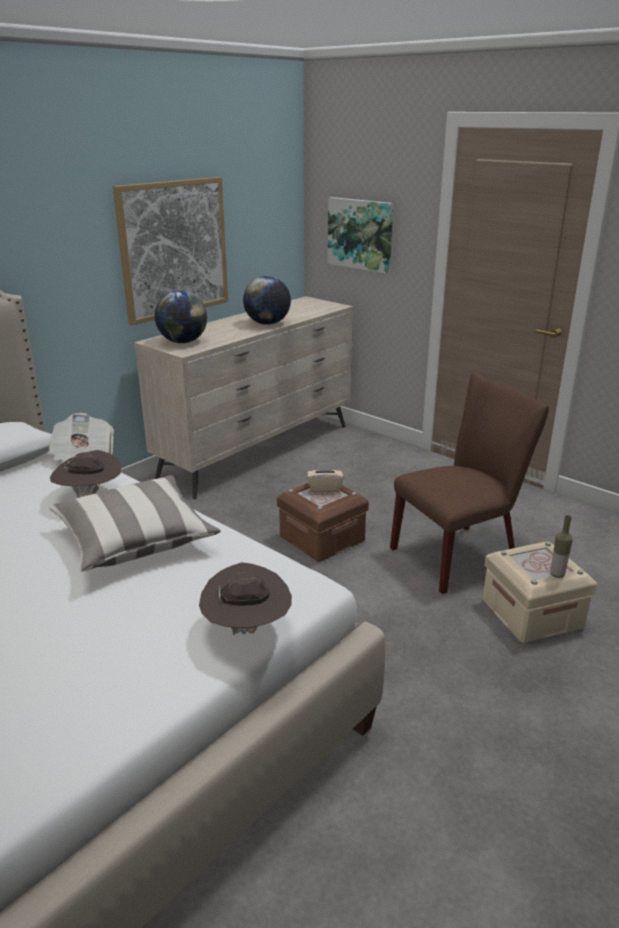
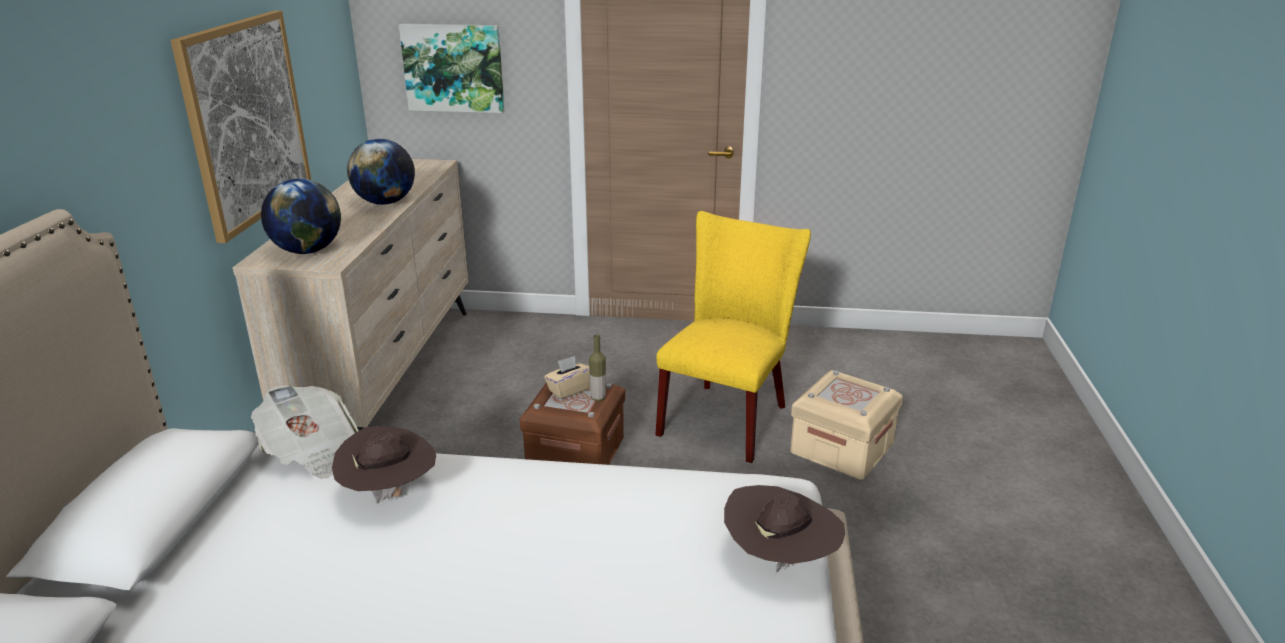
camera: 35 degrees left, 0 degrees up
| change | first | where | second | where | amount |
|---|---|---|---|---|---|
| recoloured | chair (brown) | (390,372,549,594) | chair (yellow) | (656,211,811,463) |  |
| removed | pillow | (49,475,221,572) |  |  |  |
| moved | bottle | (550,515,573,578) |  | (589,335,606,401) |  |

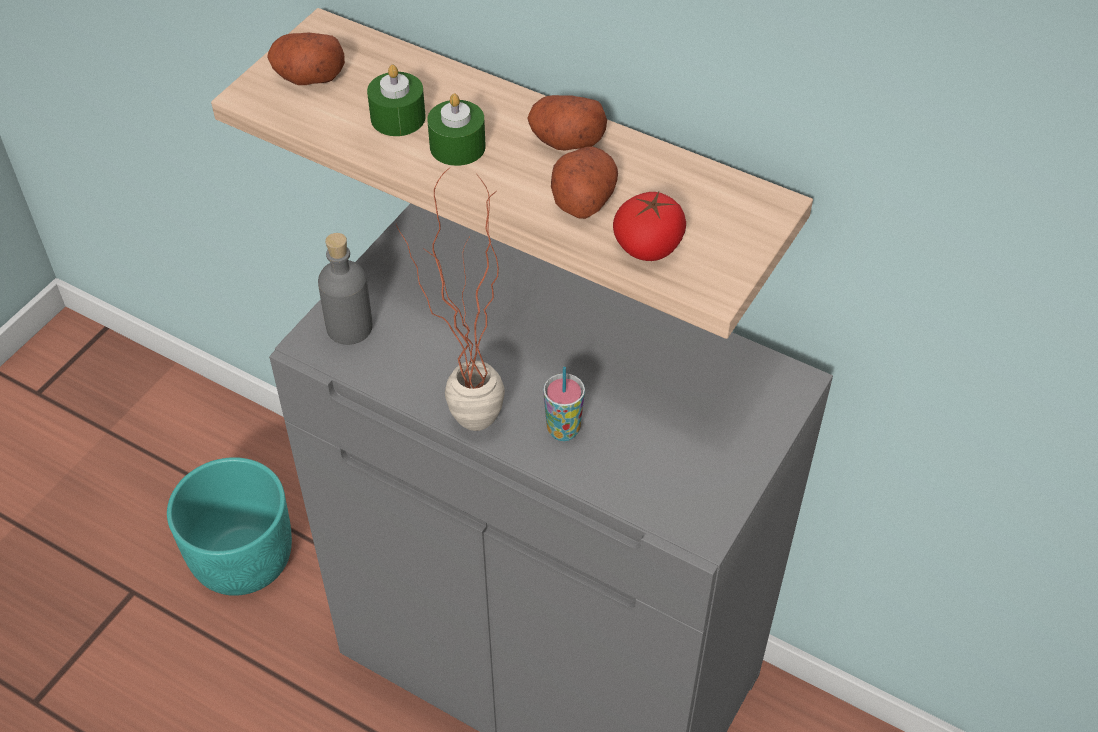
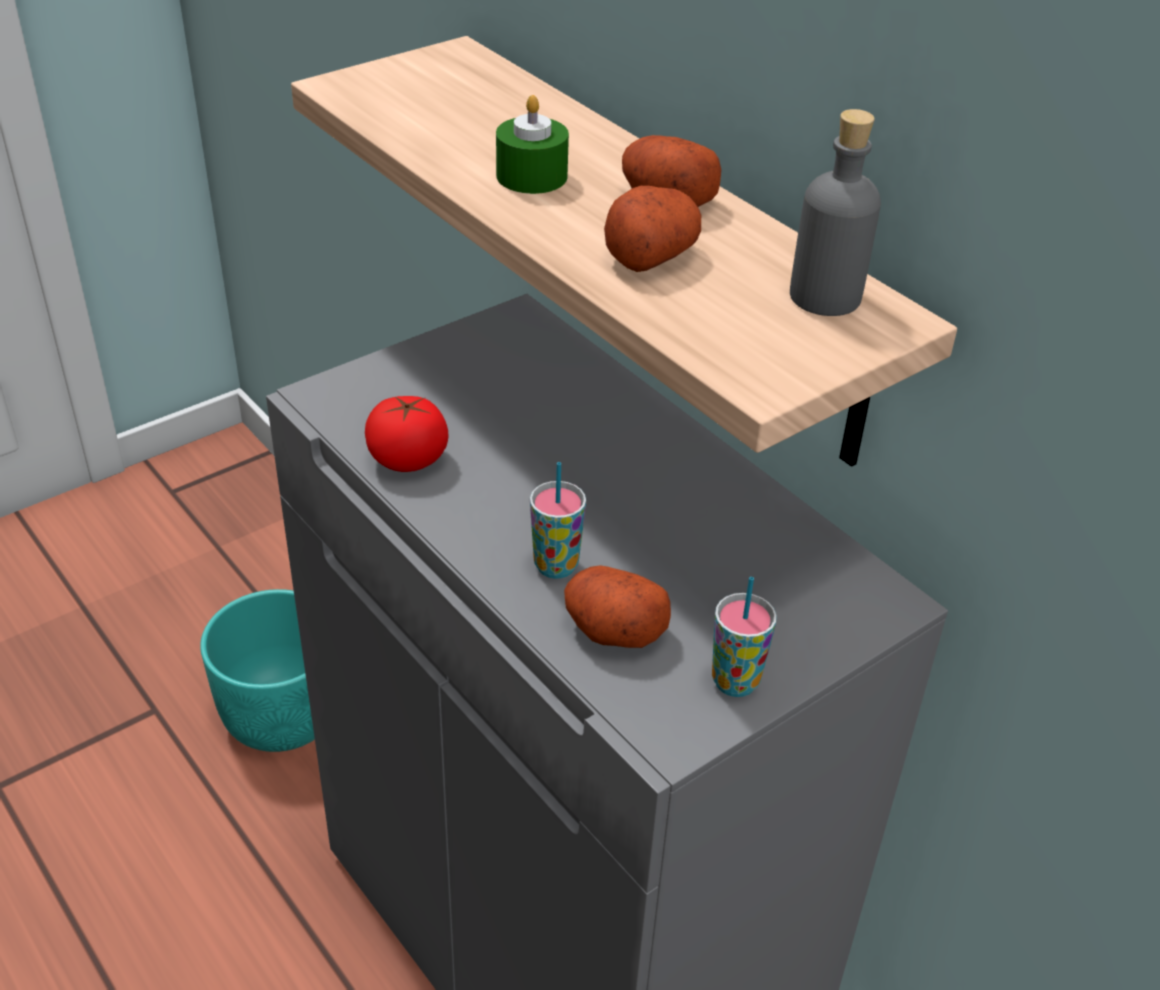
camera: 20 degrees right, 10 degrees down
| change | first | where | second | where | amount |
|---|---|---|---|---|---|
| moved | potato | (267,33,345,85) |  | (564,566,671,648) |  |
| removed | candle (green) | (367,65,426,136) |  |  |  |
| removed | potted plant | (396,167,505,431) |  |  |  |
| moved | tomato | (613,192,686,261) |  | (365,396,449,472) |  |
| moved | bottle (grey) | (318,233,373,345) |  | (790,109,881,316) |  |
| added |  |  | cup | (712,577,777,697) |  |

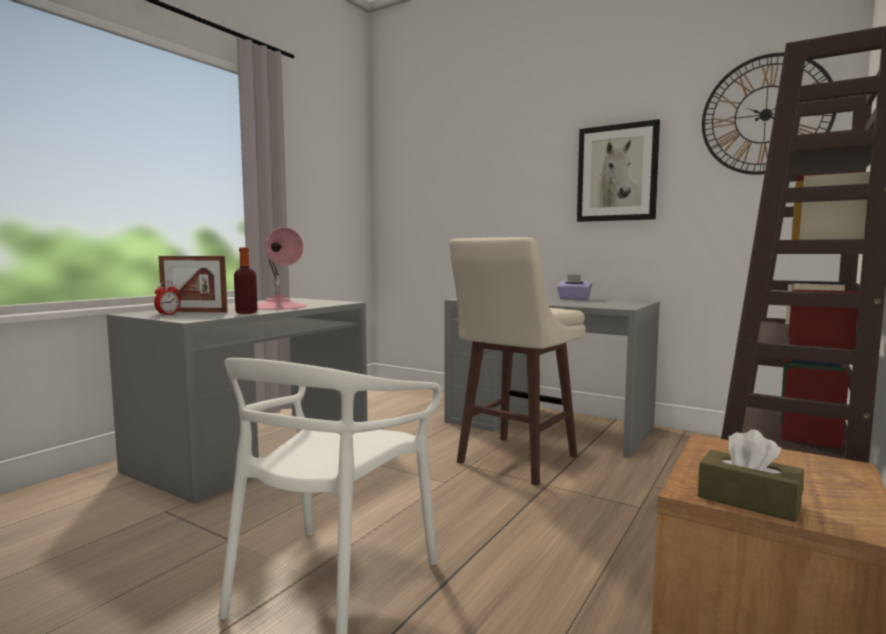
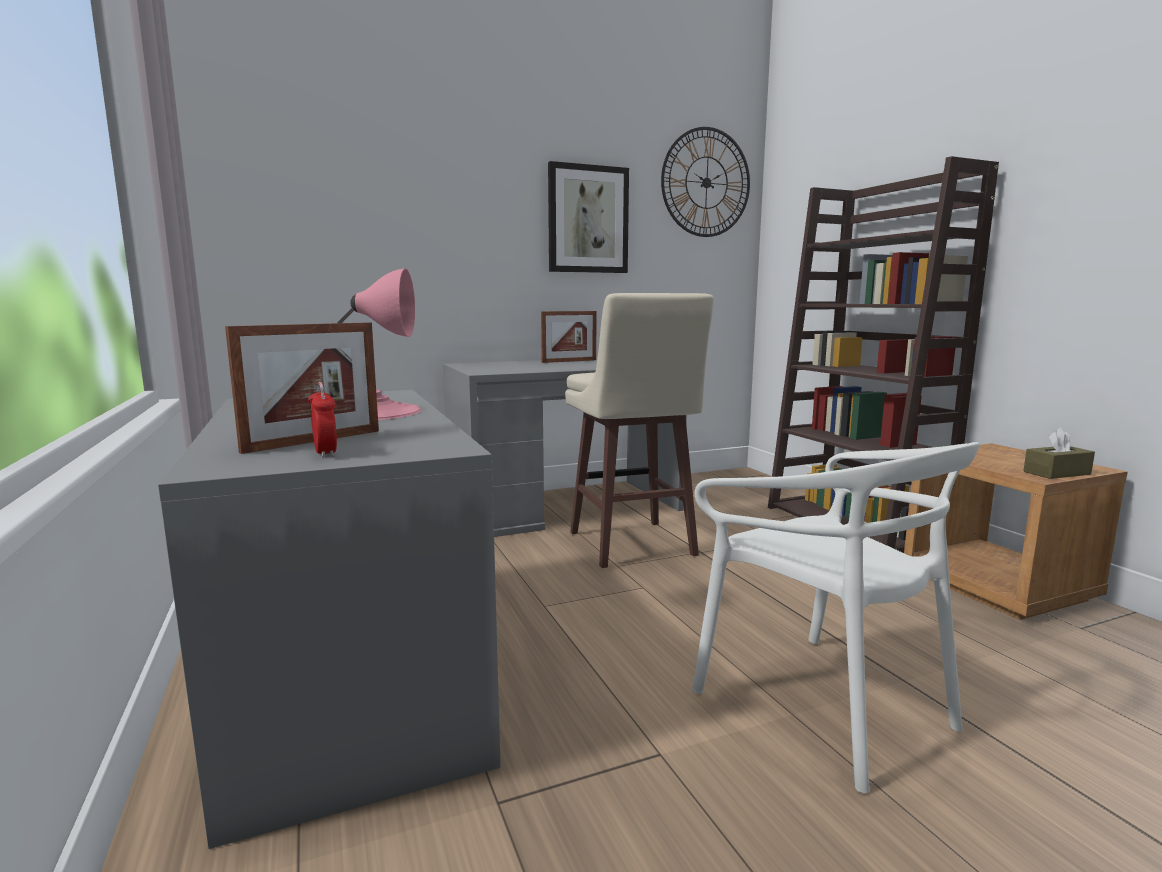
camera: 55 degrees left, 5 degrees up
| change | first | where | second | where | amount |
|---|---|---|---|---|---|
| removed | bottle | (234,247,258,314) |  |  |  |
| replaced | tissue box (purple) | (557,274,593,300) | picture frame | (541,311,596,363) |  |

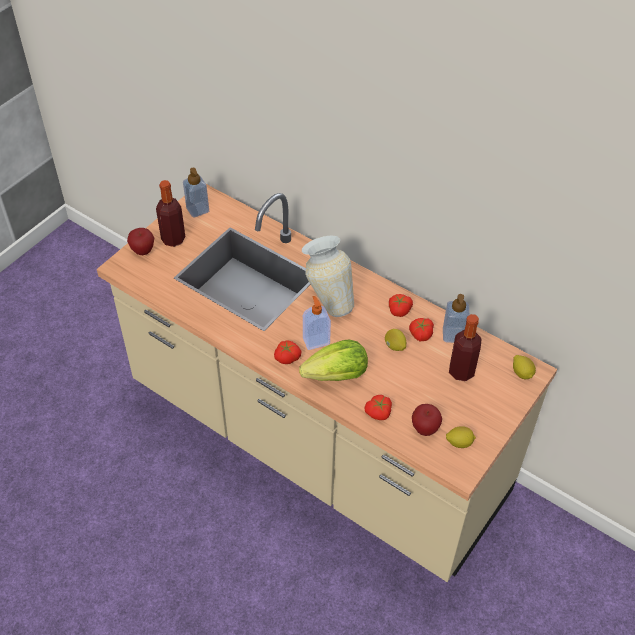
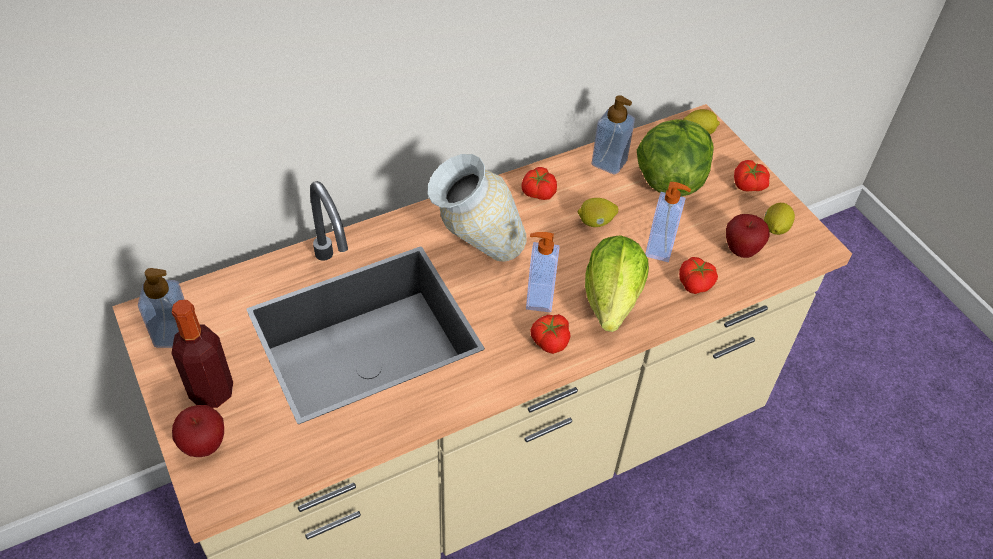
camera: 65 degrees left, 0 degrees up
| change | first | where | second | where | amount |
|---|---|---|---|---|---|
| replaced | bottle | (449,314,482,381) | lettuce | (637,119,714,197) |  |
| moved | tomato | (409,318,434,341) |  | (734,160,770,191) |  |
| added |  |  | soap dispenser | (645,182,691,262) |  |

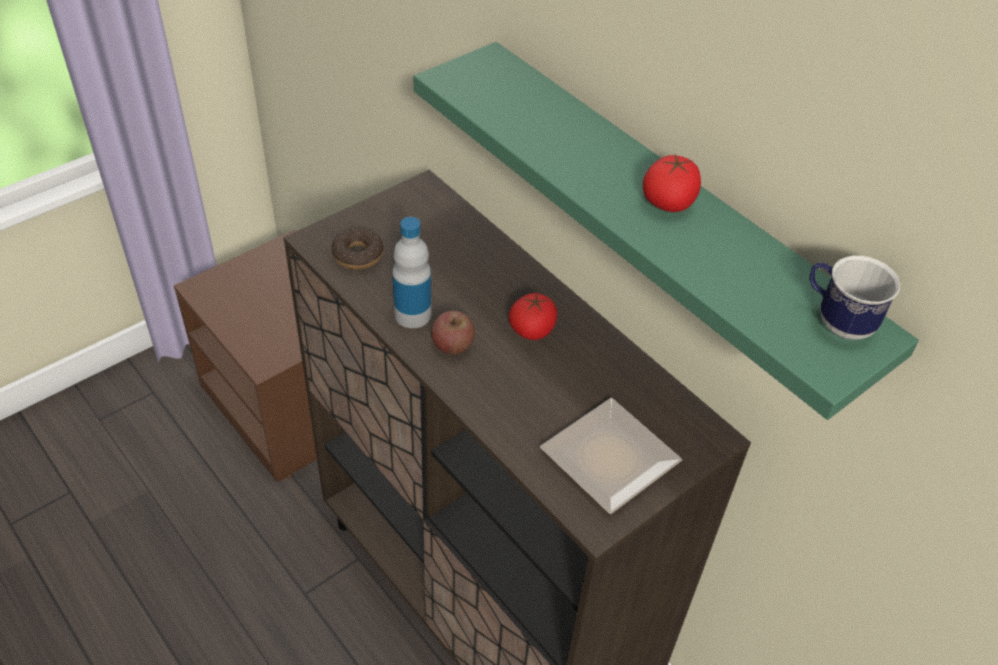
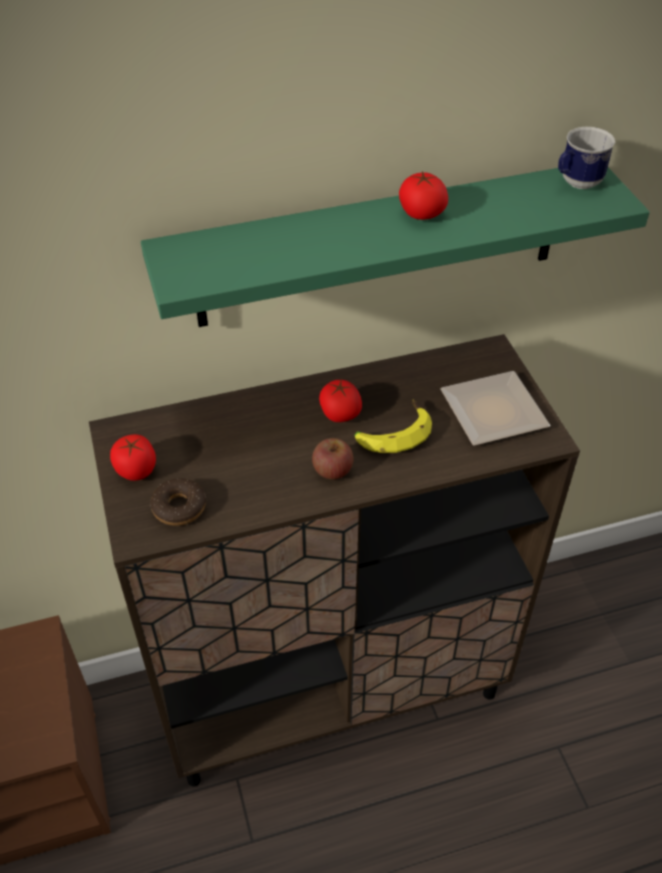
camera: 65 degrees left, 0 degrees up
| change | first | where | second | where | amount |
|---|---|---|---|---|---|
| removed | bottle | (392,217,431,328) |  |  |  |
| added |  |  | banana | (354,400,432,453) |  |
| added |  |  | tomato | (110,434,156,481) |  |

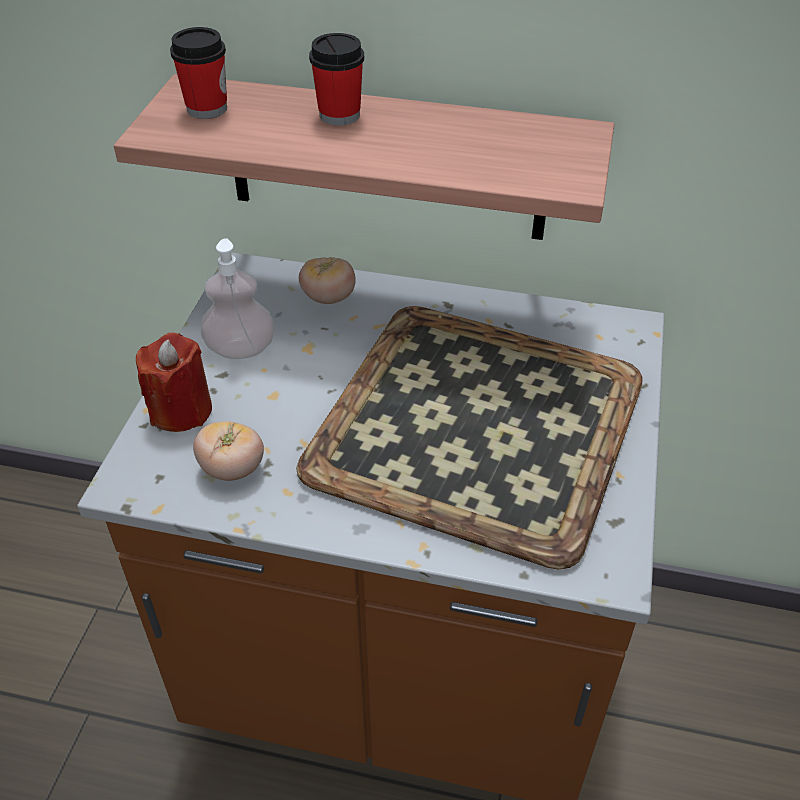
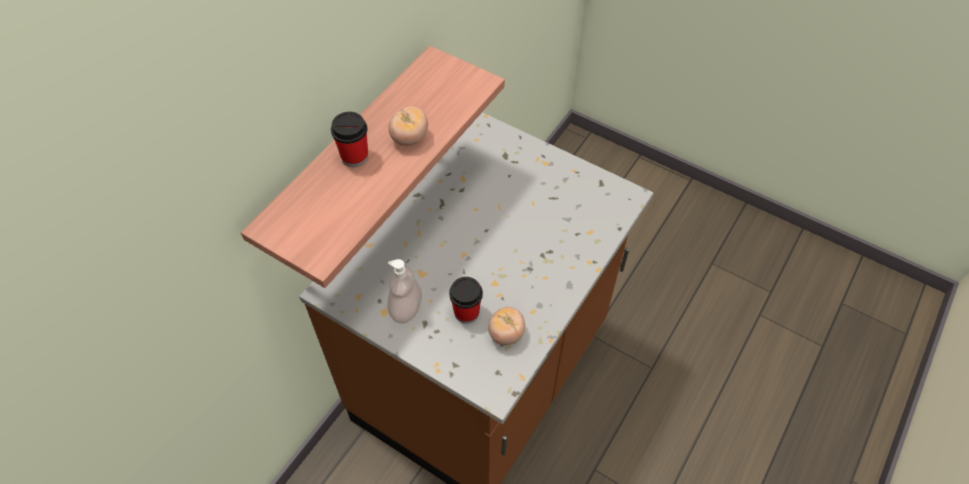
camera: 70 degrees left, 10 degrees up
| change | first | where | second | where | amount |
|---|---|---|---|---|---|
| moved | cup | (170,27,227,119) |  | (449,277,483,324) |  |
| moved | tomato | (299,257,356,304) |  | (388,106,428,146) |  |
| removed | tray | (296,306,642,570) |  |  |  |
| removed | candle (red) | (136,333,212,432) |  |  |  |

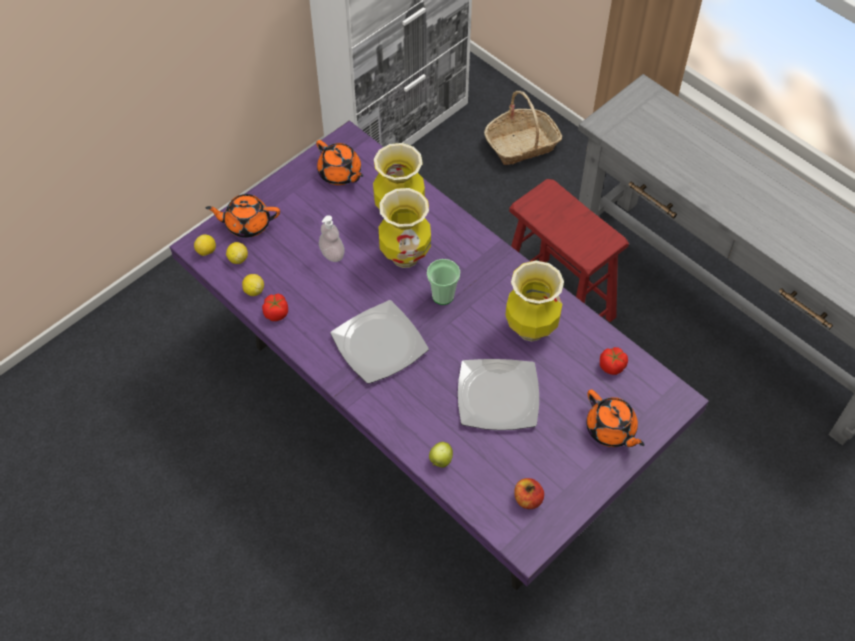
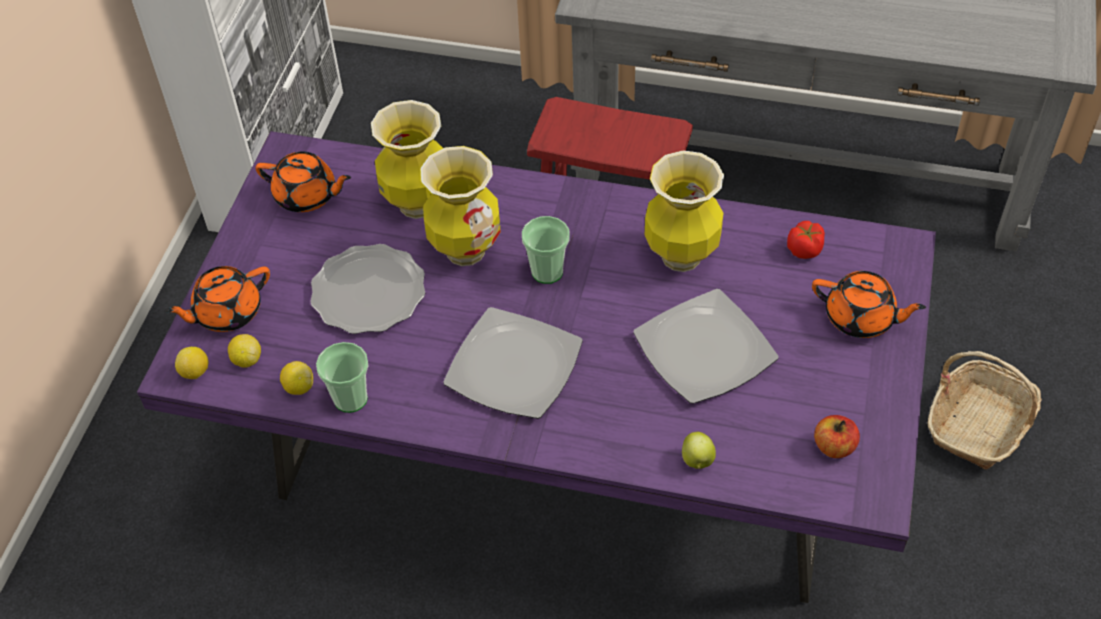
camera: 30 degrees left, 5 degrees down
| change | first | where | second | where | amount |
|---|---|---|---|---|---|
| moved | basket | (484,91,562,165) |  | (928,351,1042,470) |  |
| replaced | soap dispenser | (319,215,345,262) | plate | (310,244,425,334) |  |
| replaced | tomato | (262,294,288,321) | cup | (316,342,369,413) |  |

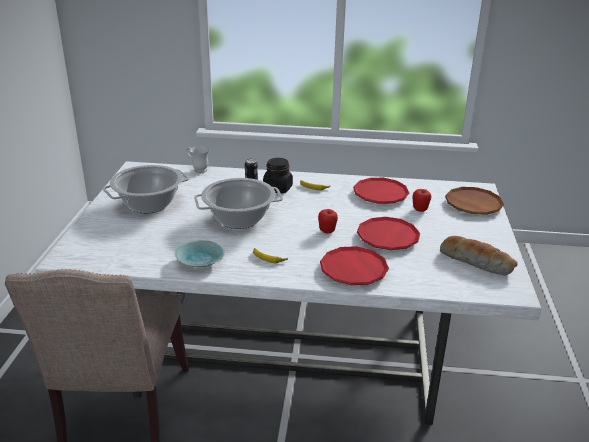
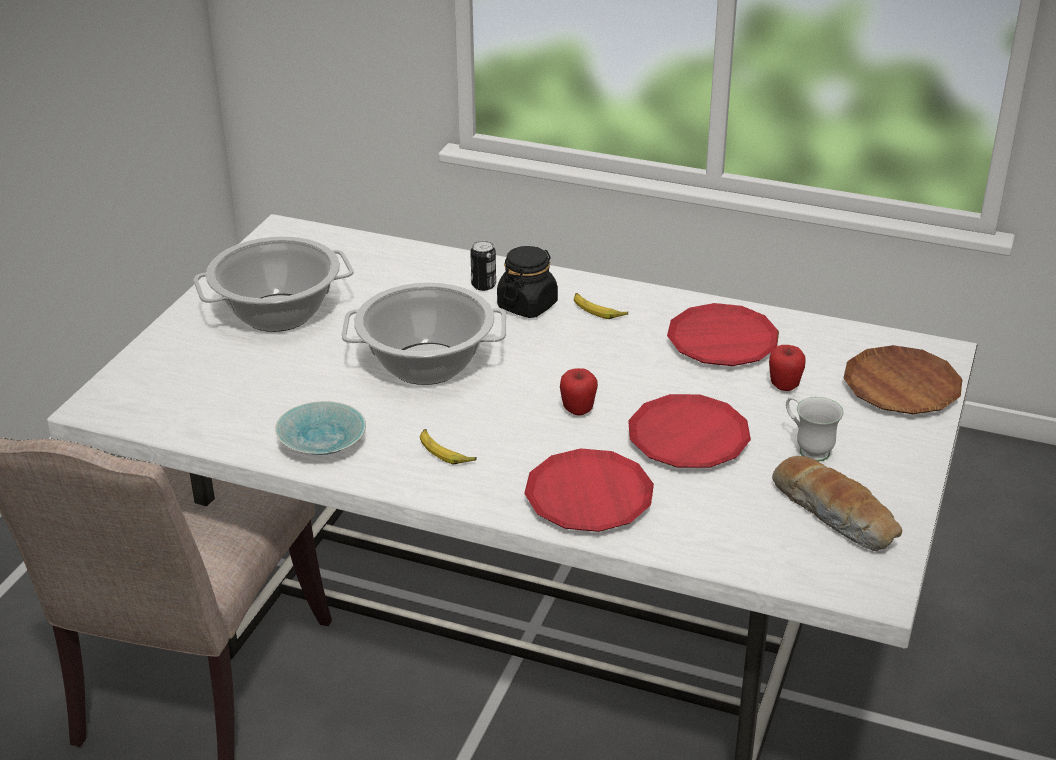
camera: 15 degrees right, 5 degrees up
| change | first | where | second | where | amount |
|---|---|---|---|---|---|
| moved | mug (white) | (186,146,209,173) |  | (786,396,844,462) |  |

